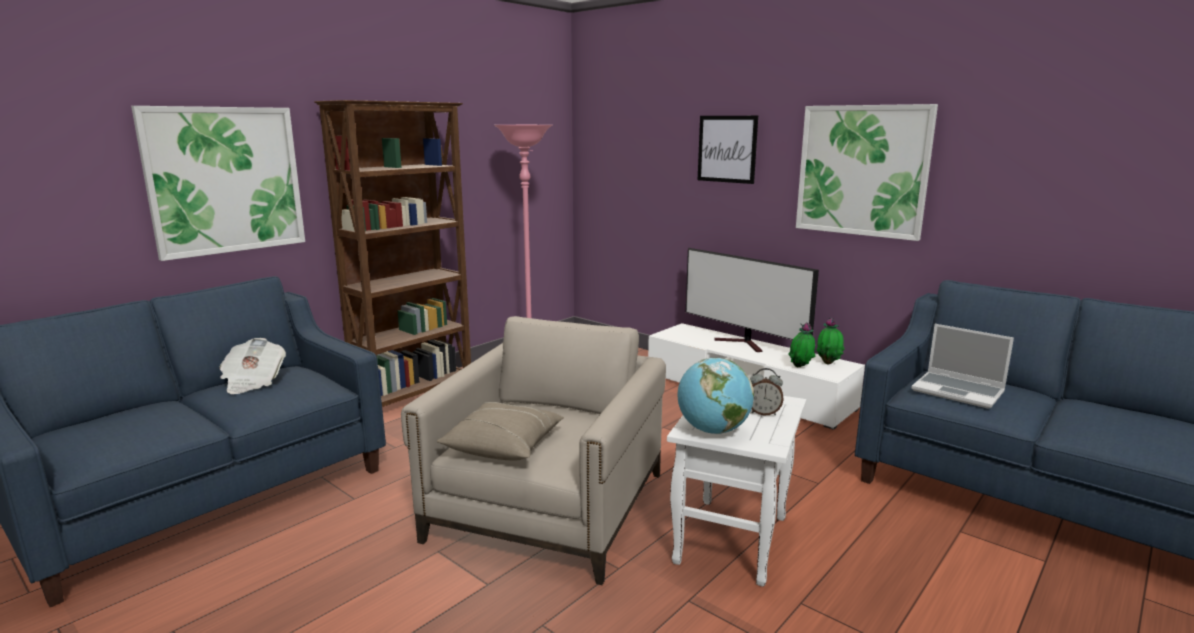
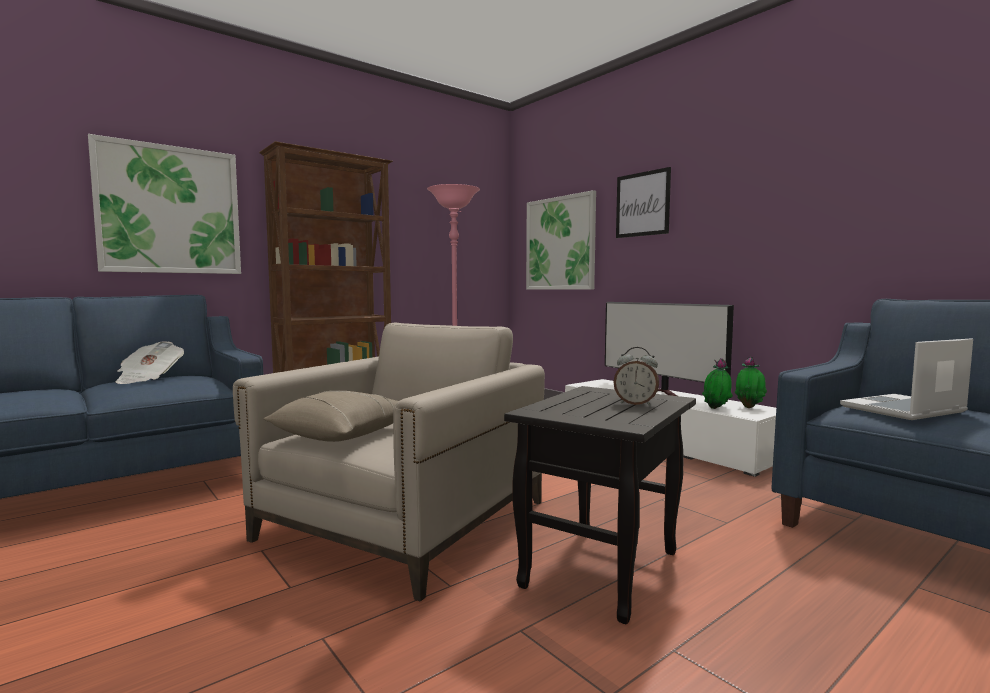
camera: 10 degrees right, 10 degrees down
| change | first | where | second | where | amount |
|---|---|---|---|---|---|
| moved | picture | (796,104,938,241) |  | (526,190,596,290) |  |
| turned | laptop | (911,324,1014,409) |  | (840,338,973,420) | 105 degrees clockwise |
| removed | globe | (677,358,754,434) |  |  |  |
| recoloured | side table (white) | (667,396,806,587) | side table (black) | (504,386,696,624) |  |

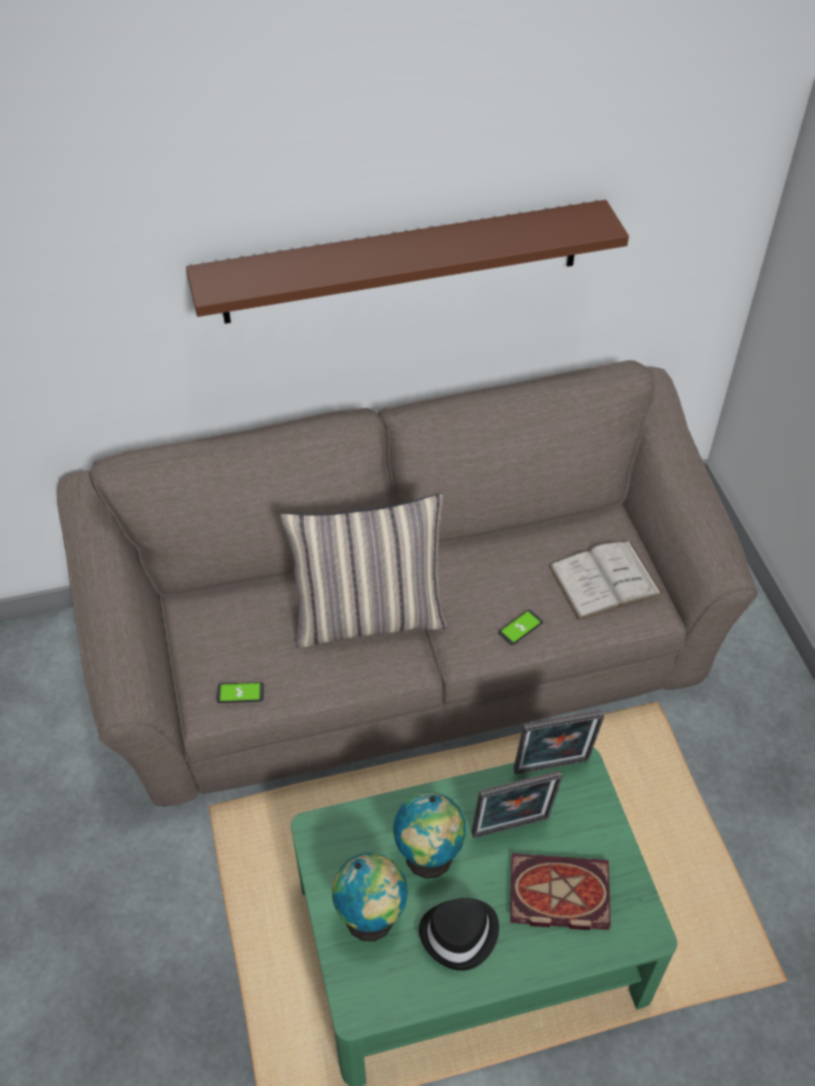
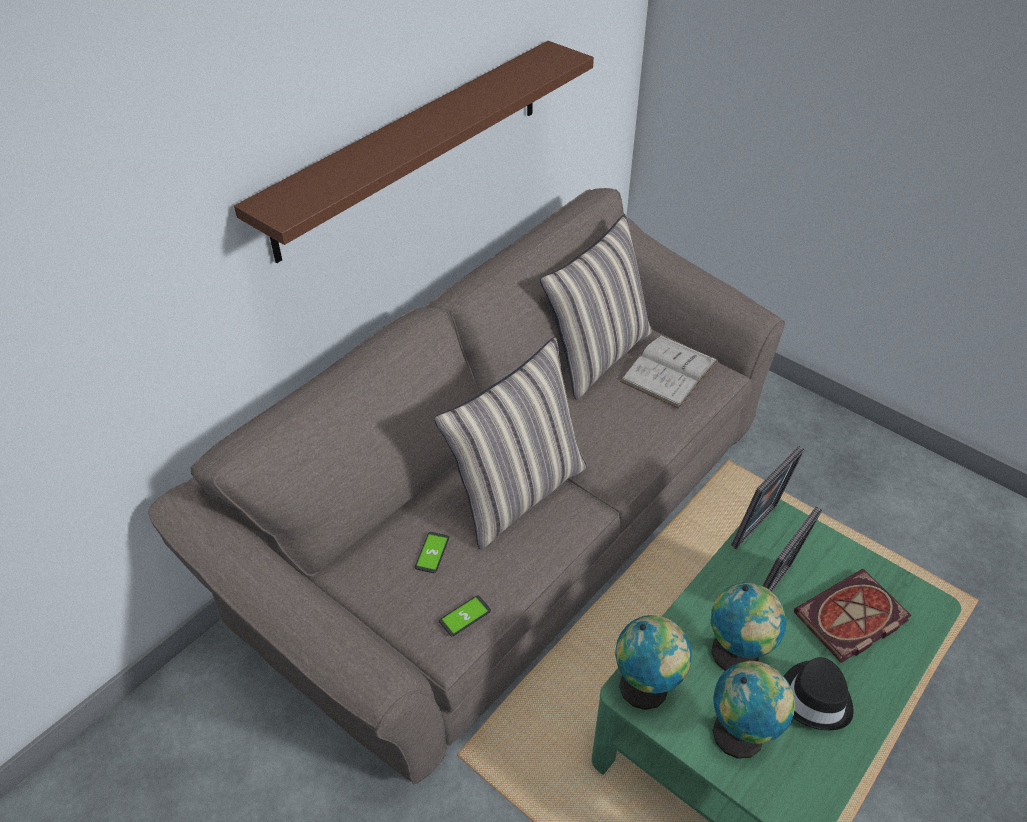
camera: 35 degrees left, 5 degrees down
| change | first | where | second | where | amount |
|---|---|---|---|---|---|
| moved | phone | (498,610,543,645) |  | (415,532,449,573) |  |
| added |  |  | pillow | (540,214,653,400) |  |
| added |  |  | globe | (615,615,692,710) |  |

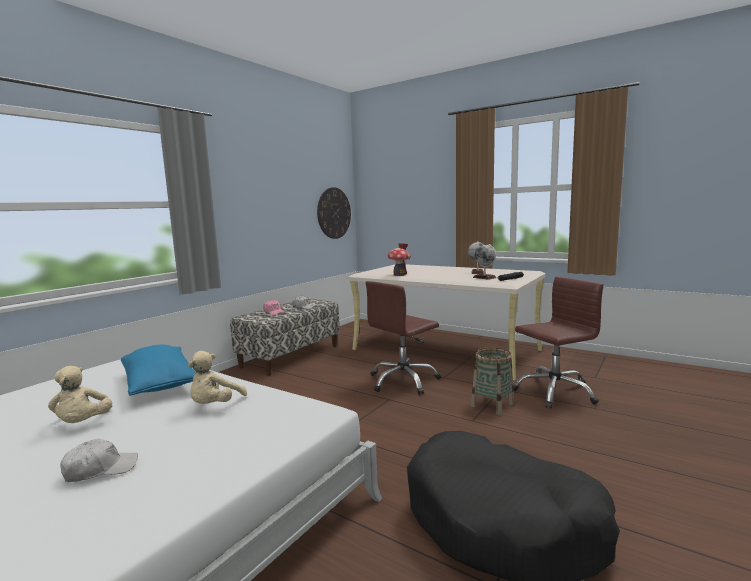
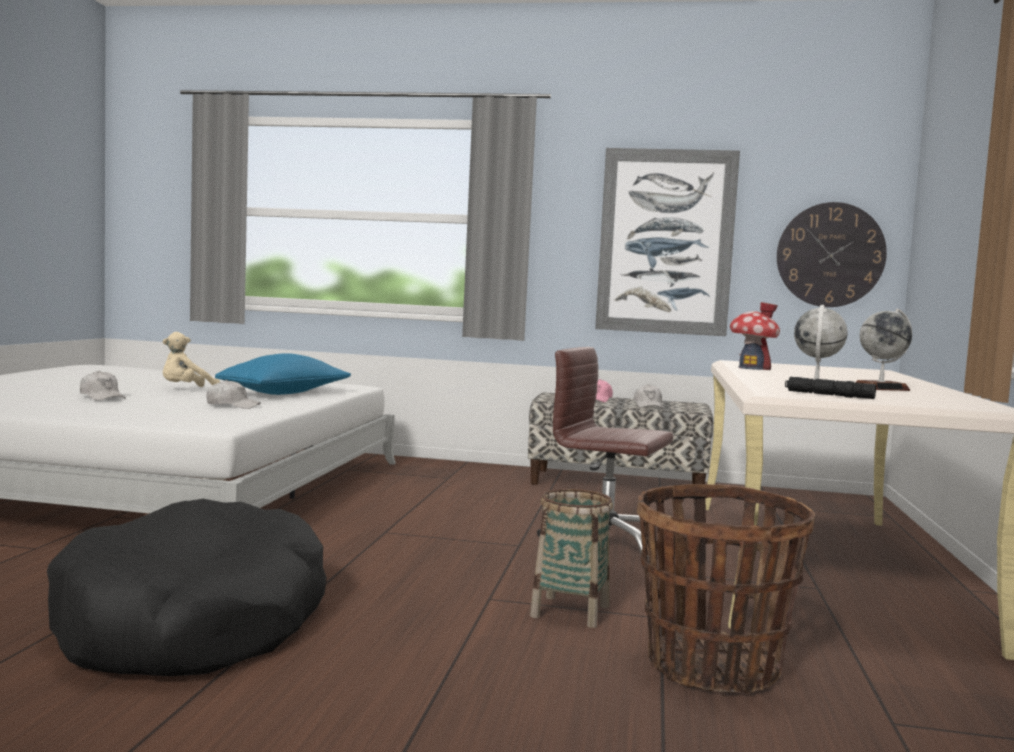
camera: 65 degrees right, 5 degrees down
| change | first | where | second | where | amount |
|---|---|---|---|---|---|
| replaced | office chair (brown) | (513,277,604,409) | basket | (637,484,815,693) |  |
| replaced | plush toy (beige) | (188,351,247,404) | cap (white) | (206,380,261,409) |  |
| added |  |  | picture | (595,148,740,336) |  |

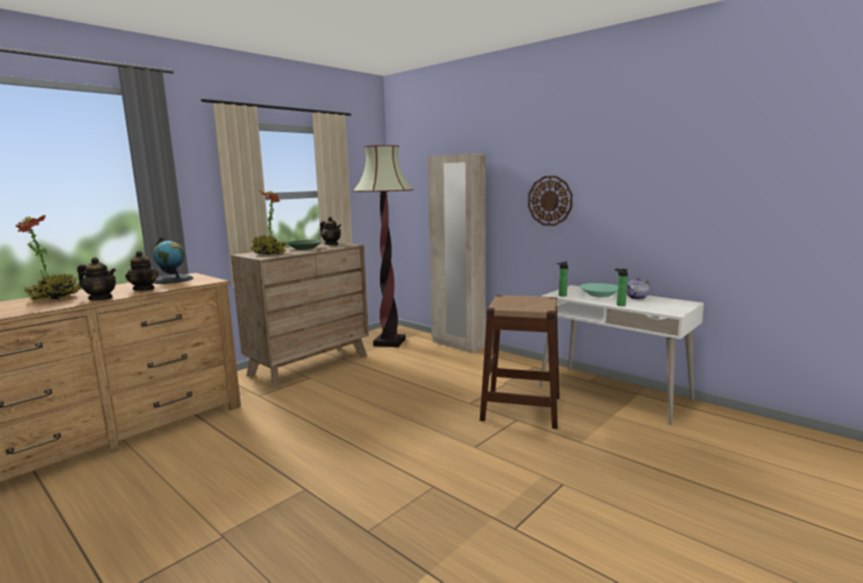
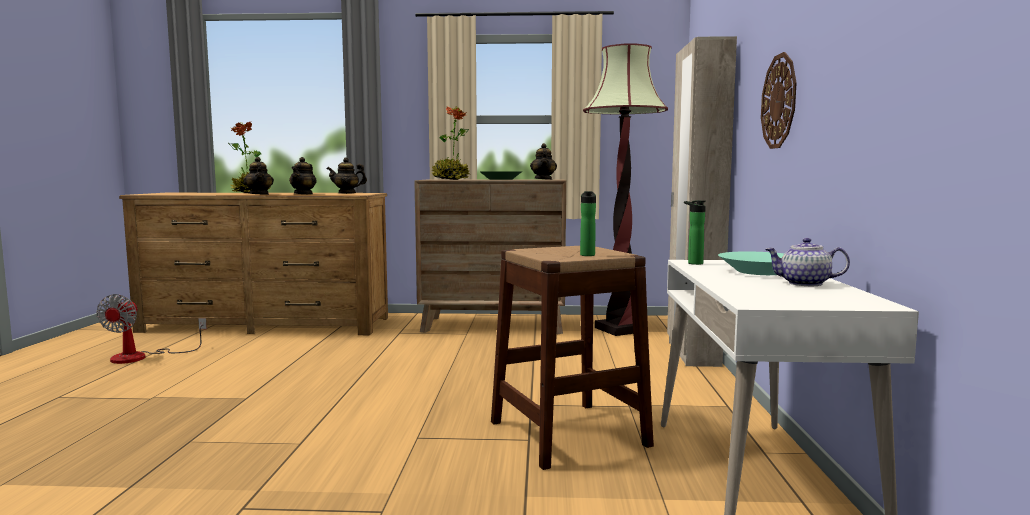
camera: 50 degrees right, 5 degrees down
| change | first | where | second | where | amount |
|---|---|---|---|---|---|
| replaced | globe | (153,237,194,284) | teapot | (327,158,367,194) |  |
| moved | bottle | (615,268,628,306) |  | (580,191,596,256) |  |
| added |  |  | fan | (96,294,207,364) |  |

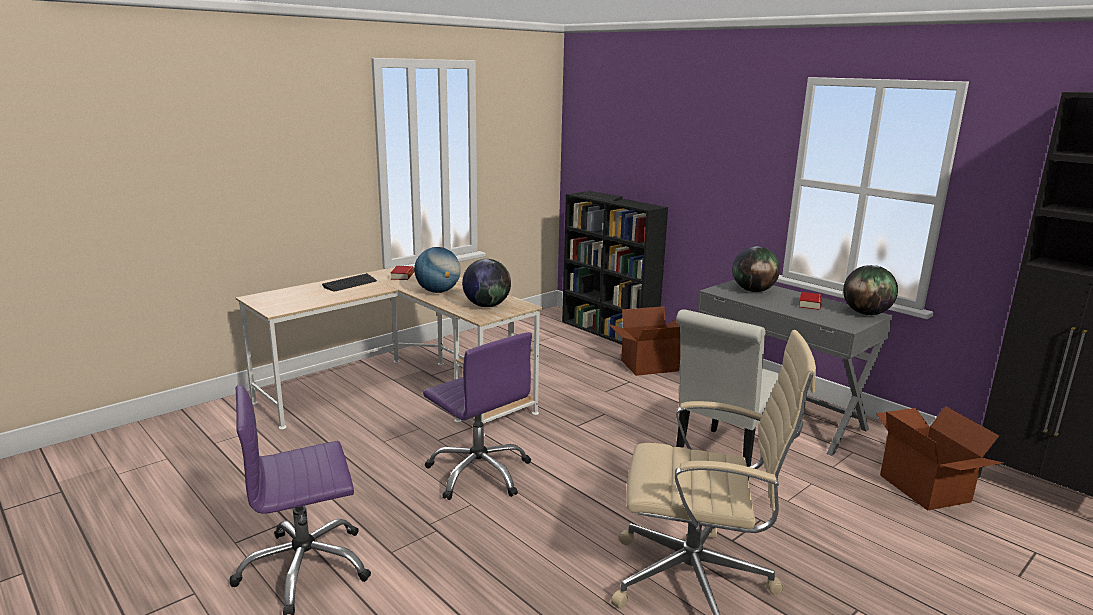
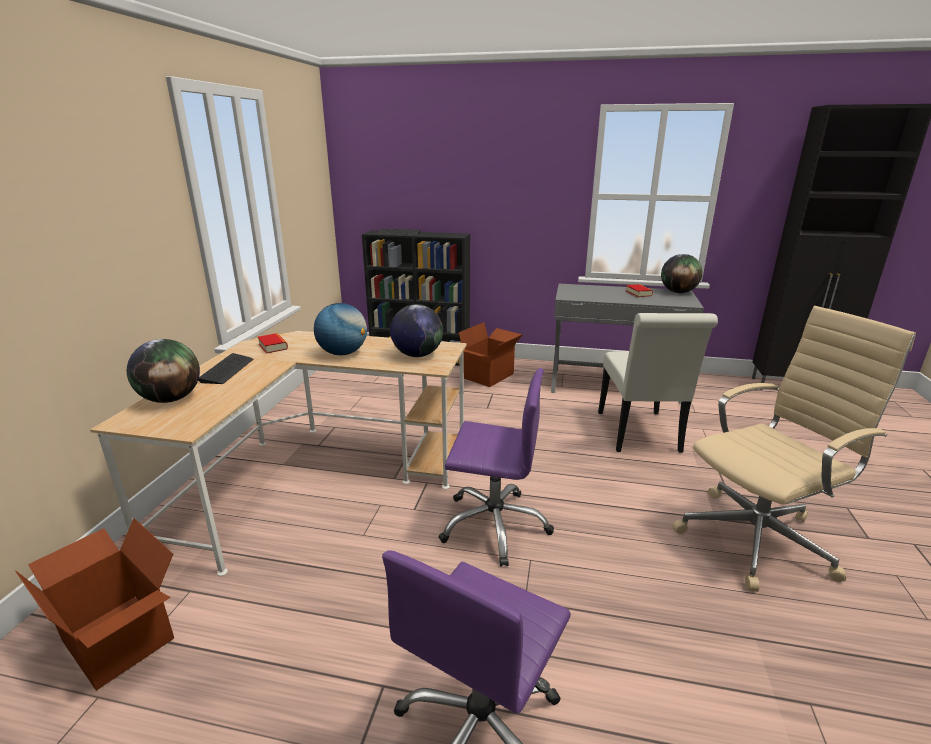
camera: 35 degrees left, 5 degrees up
| change | first | where | second | where | amount |
|---|---|---|---|---|---|
| moved | globe | (732,246,780,292) |  | (127,339,200,403) |  |
| moved | cardboard box | (876,406,1004,511) |  | (15,518,174,691) |  |

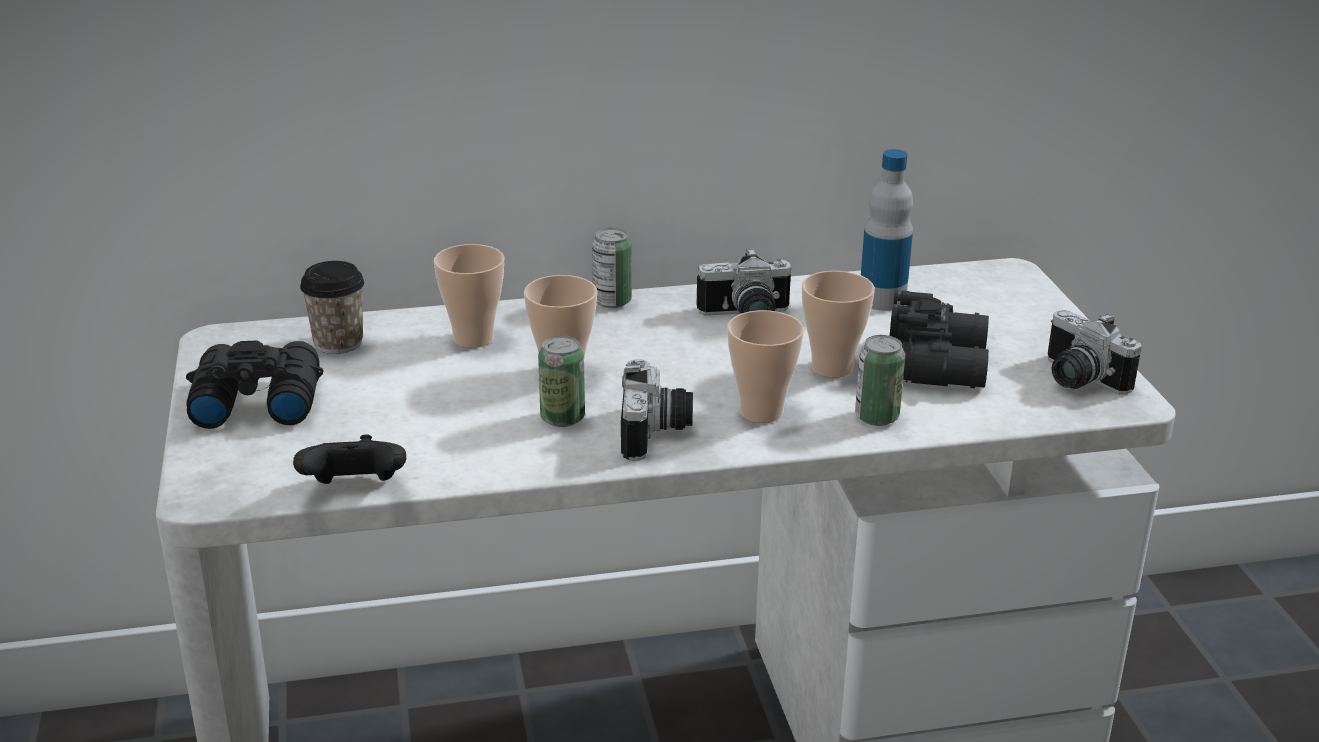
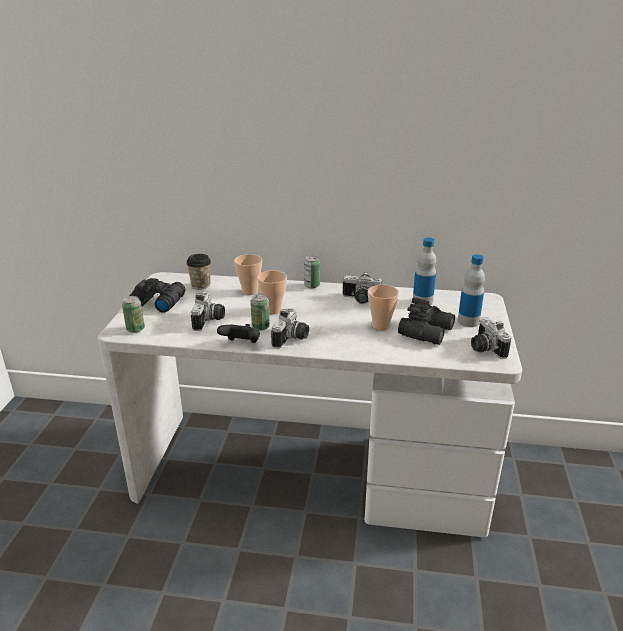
camera: 20 degrees right, 0 degrees up
| change | first | where | second | where | amount |
|---|---|---|---|---|---|
| removed | cup | (727,310,804,423) |  |  |  |
| moved | can | (855,335,905,426) |  | (122,296,145,333) |  |
| moved | game controller (black) | (293,435,406,484) |  | (217,324,260,343) |  |
| added |  |  | bottle | (458,254,485,327) |  |
| added |  |  | photo camera | (191,292,225,331) |  |

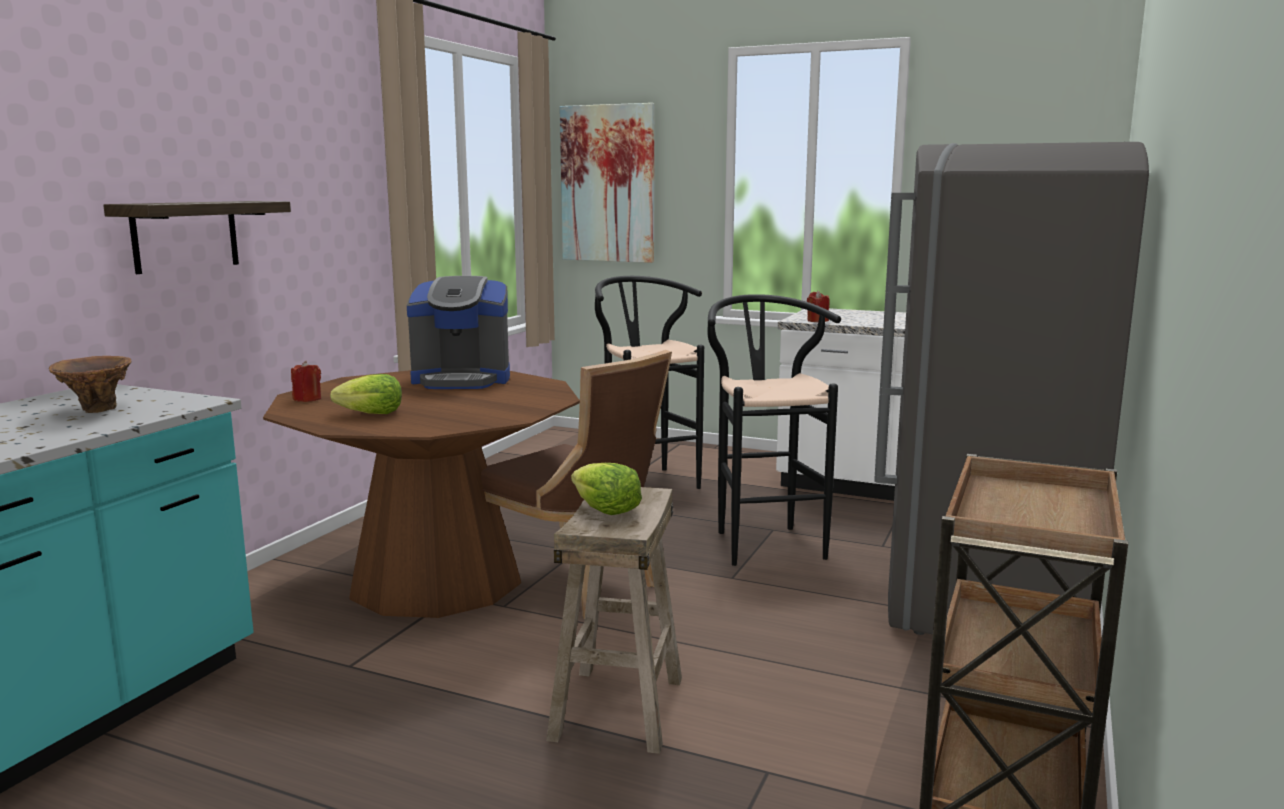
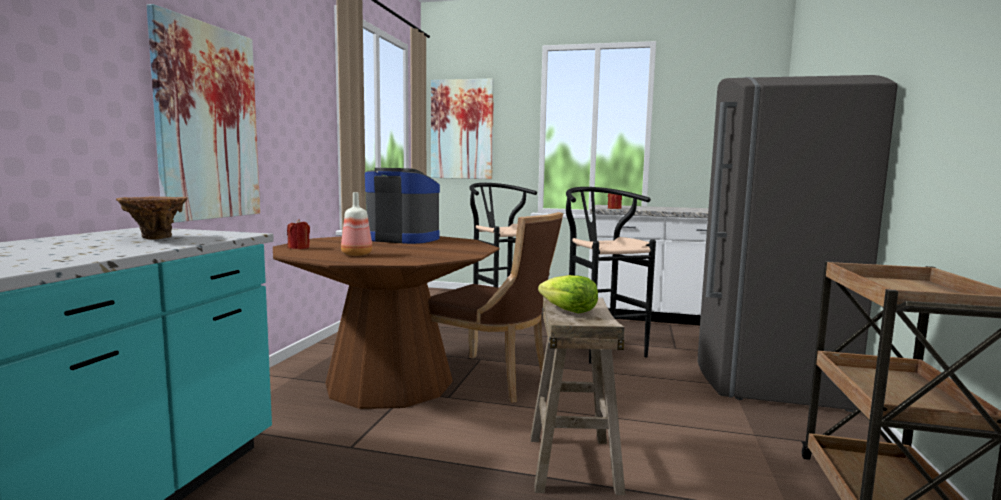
camera: 10 degrees left, 5 degrees down
| change | first | where | second | where | amount |
|---|---|---|---|---|---|
| replaced | shelf | (103,201,291,274) | picture | (146,4,260,223) |  |
| turned | coffee machine | (407,276,510,389) |  | (365,168,440,244) | 150 degrees counterclockwise |
| replaced | lettuce | (330,374,402,414) | bottle | (341,192,372,256) |  |

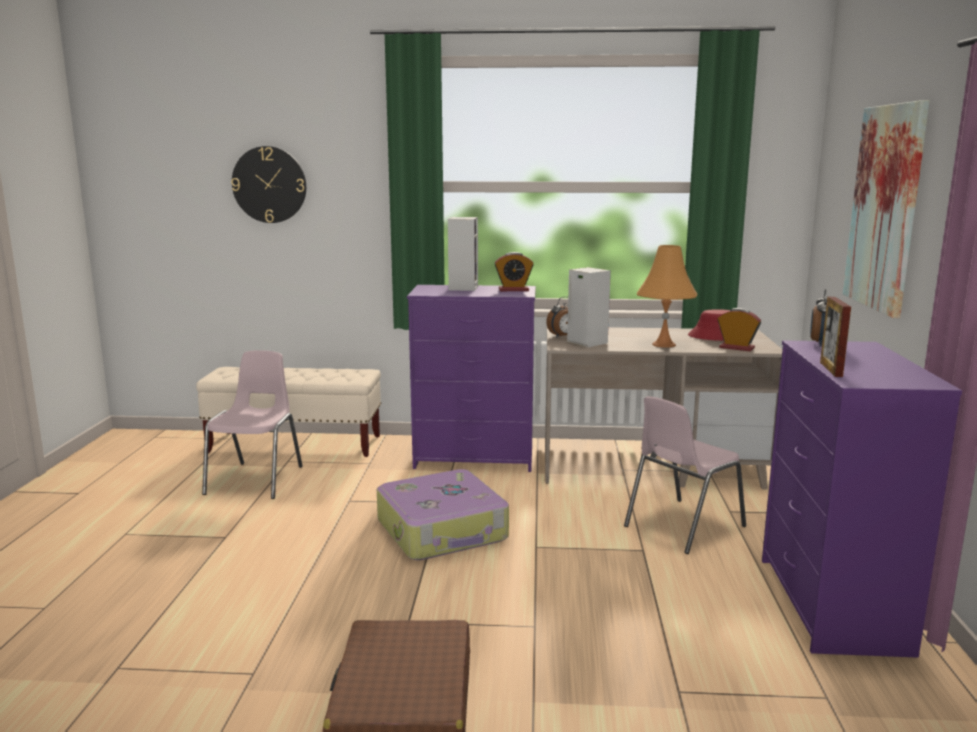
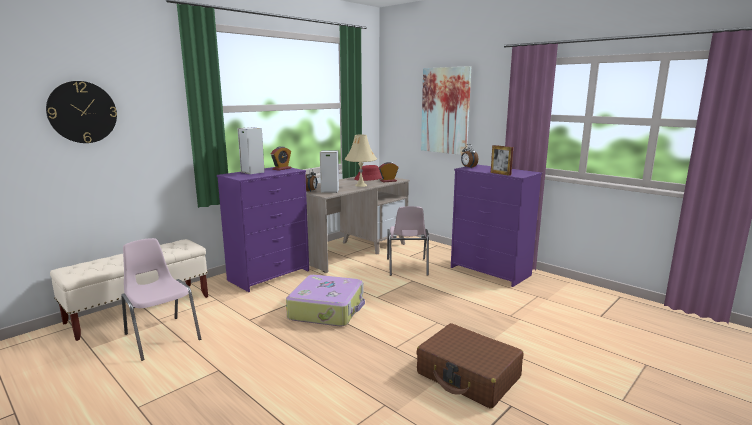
camera: 50 degrees left, 0 degrees up
| change | first | where | second | where | amount |
|---|---|---|---|---|---|
| recoloured | table lamp (orange) | (637,245,697,348) | table lamp (beige) | (344,135,377,187) |  |

